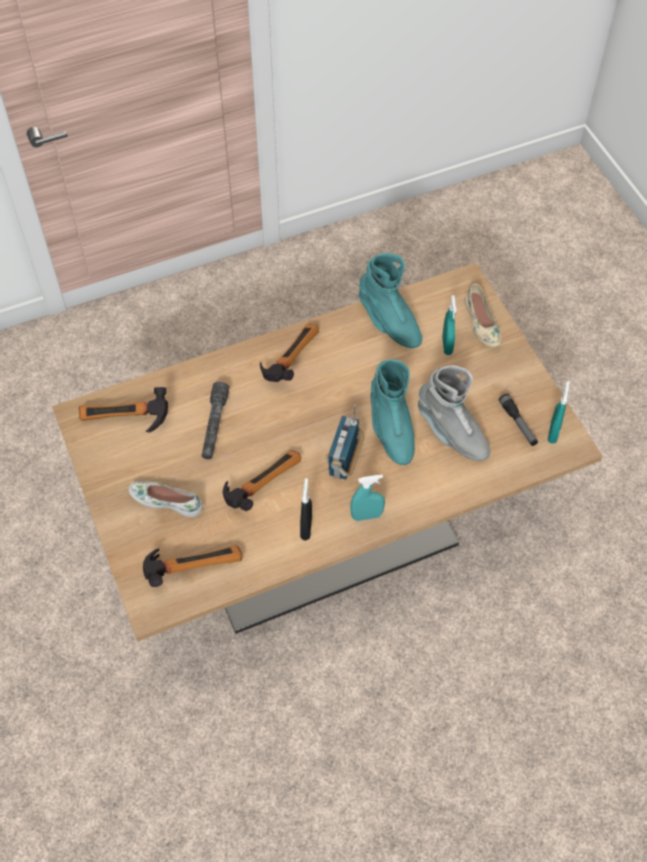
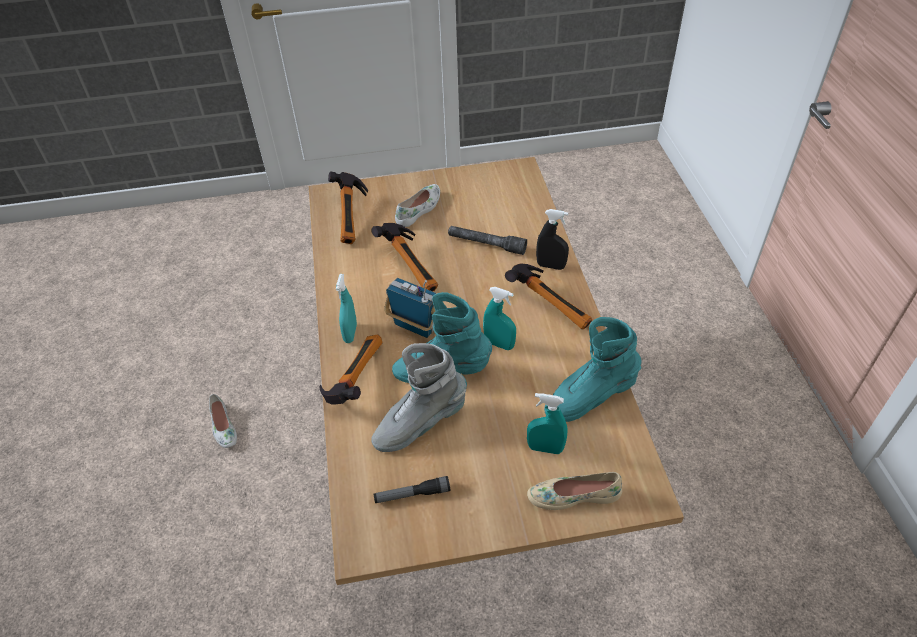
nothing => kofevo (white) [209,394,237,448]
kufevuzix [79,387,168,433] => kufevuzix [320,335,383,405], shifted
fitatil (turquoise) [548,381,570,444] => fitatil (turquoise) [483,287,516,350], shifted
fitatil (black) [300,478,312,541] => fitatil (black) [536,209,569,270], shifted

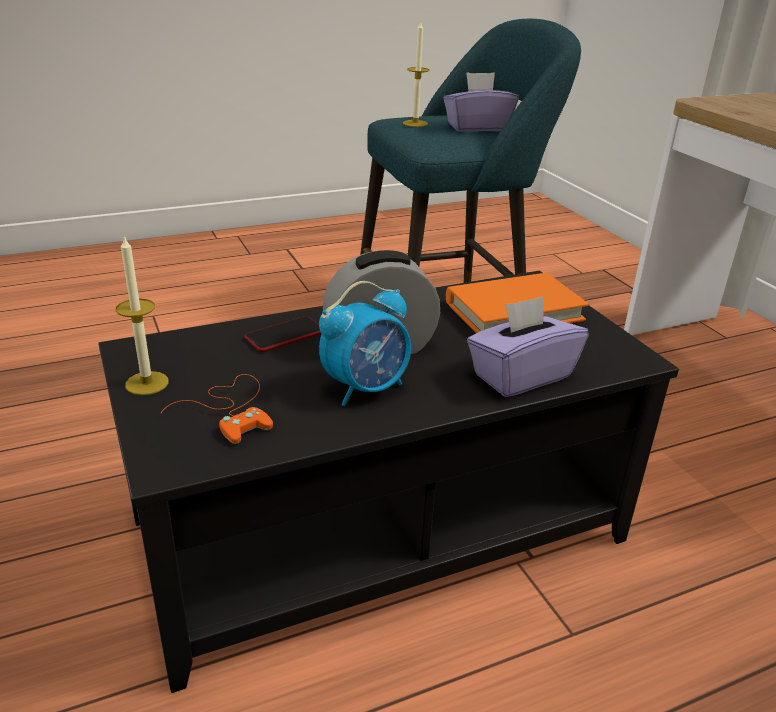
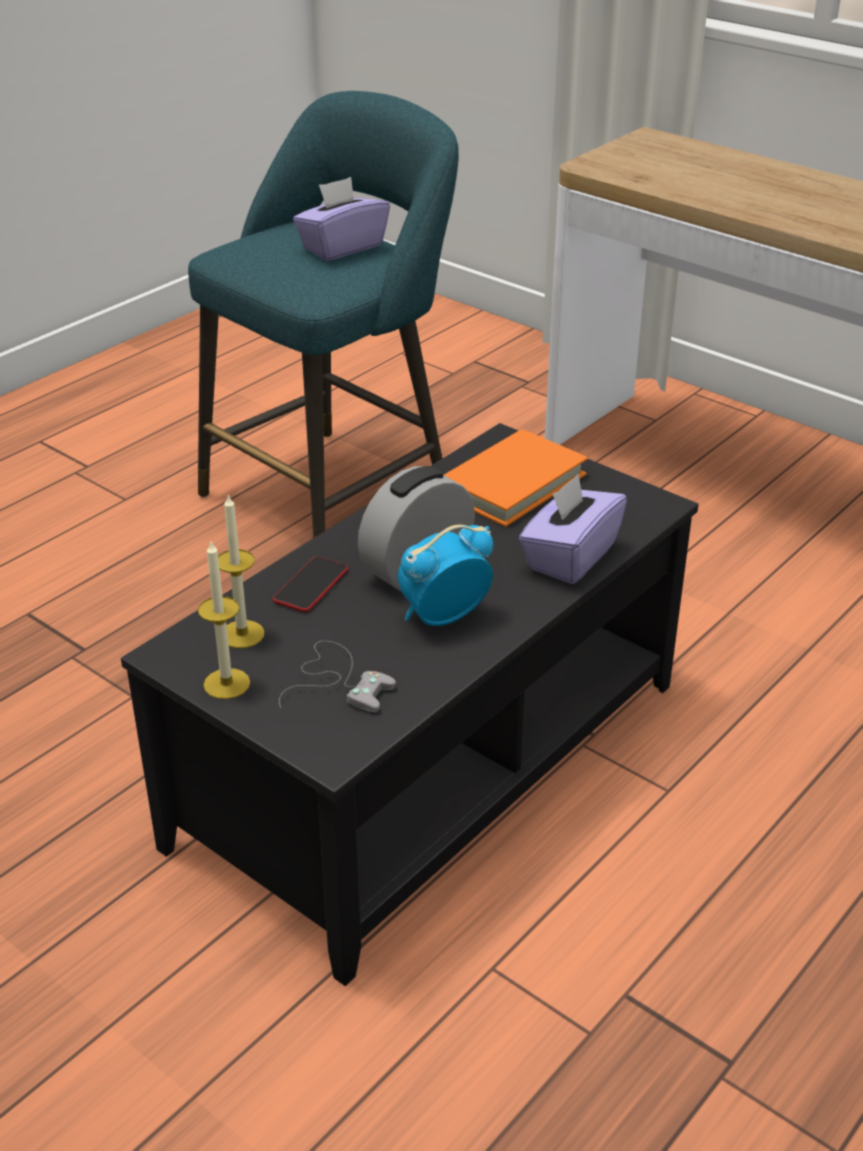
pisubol [403,22,429,127] => pisubol [218,493,264,648], shifted
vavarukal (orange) [161,374,273,444] => vavarukal (grey) [279,641,396,712]
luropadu [319,281,411,406] => luropadu [398,525,493,626], 150 degrees counterclockwise

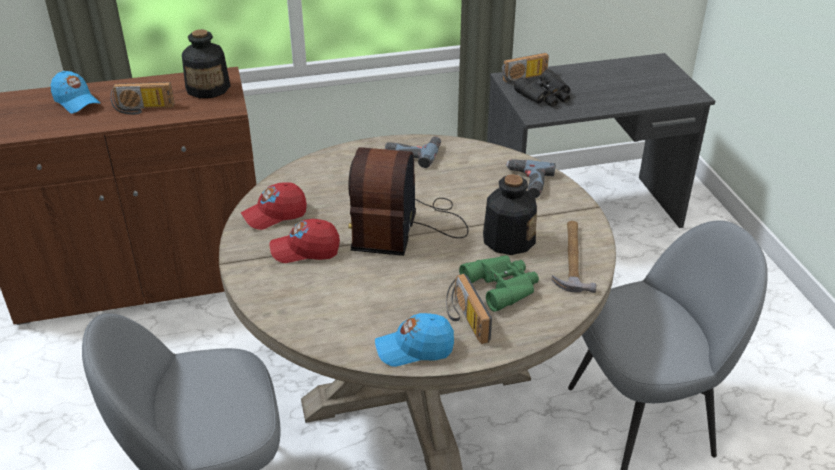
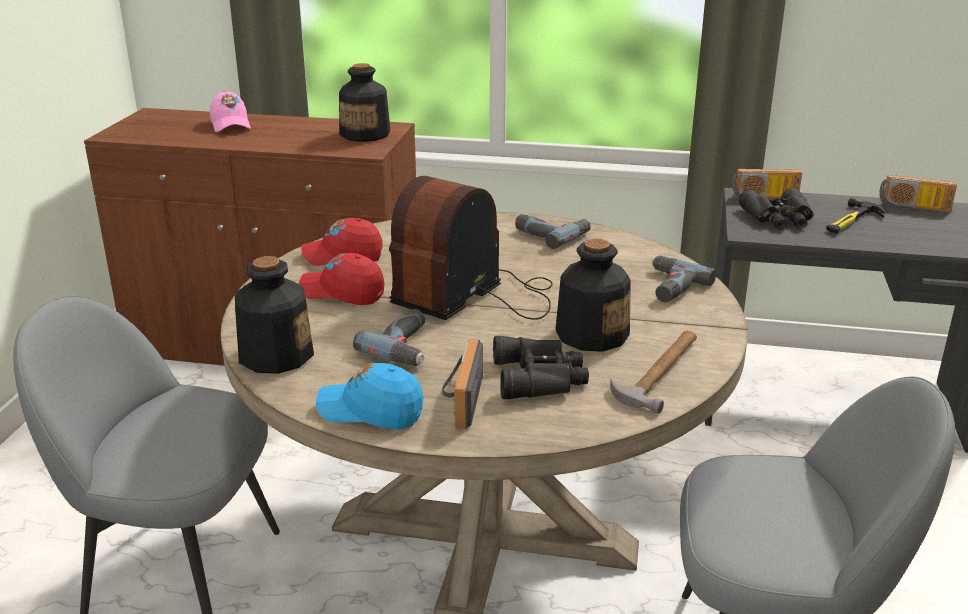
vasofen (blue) [51,71,100,113] => vasofen (pink) [210,90,251,132]
nothing => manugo [235,256,314,374]
nothing => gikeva [353,309,425,366]
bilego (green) [459,255,539,312] => bilego (black) [493,336,589,399]
nothing => kufevuzix [826,198,885,233]
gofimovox [110,82,175,115] => gofimovox [879,175,957,212], shifted

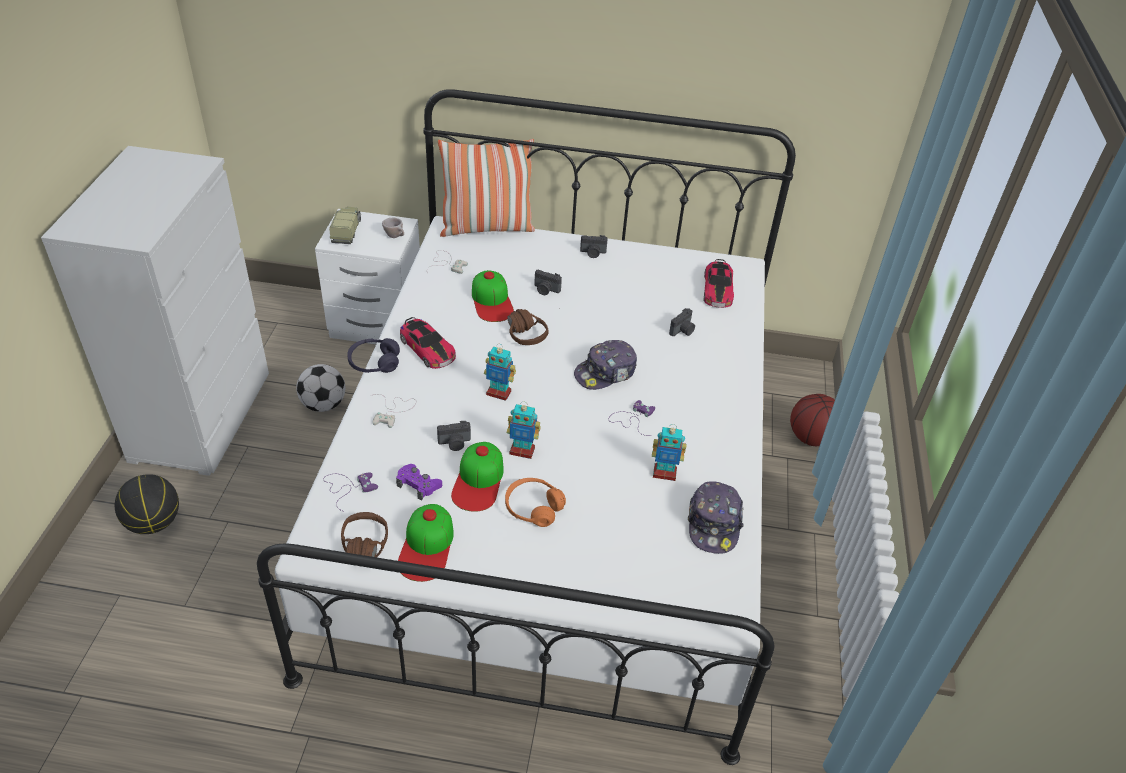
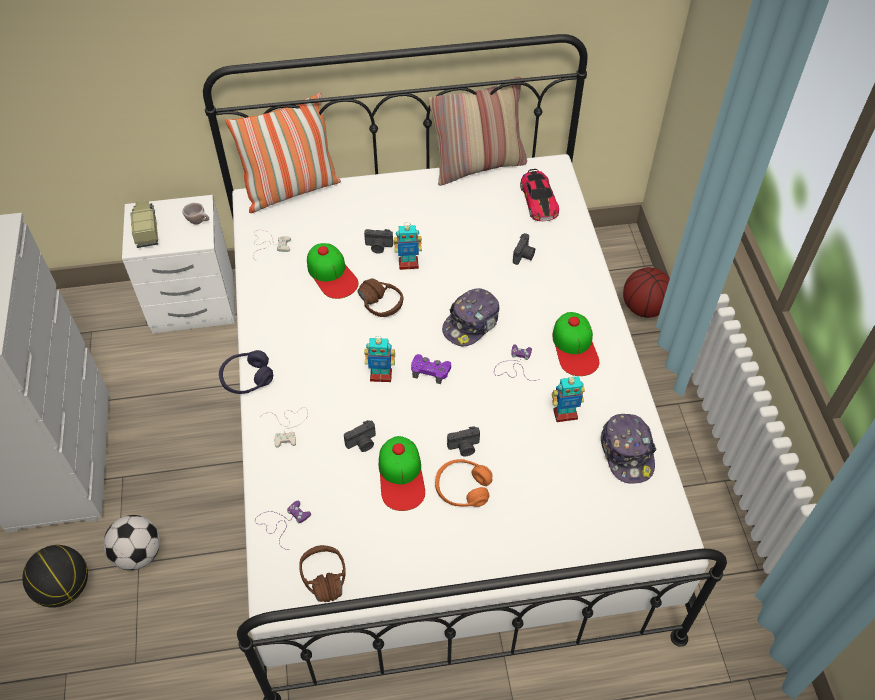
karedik [296,364,345,412] => karedik [103,515,160,570], shifted
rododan [507,401,541,459] => rododan [394,222,422,270], shifted
vavarukal (purple) [396,464,442,501] => vavarukal (purple) [411,354,451,384], shifted
nothing => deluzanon [429,76,527,186]
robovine [580,235,608,258] => robovine [447,426,480,456], shifted
vasofen [398,504,454,582] => vasofen [553,312,599,376], shifted
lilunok [400,317,456,369] => nothing

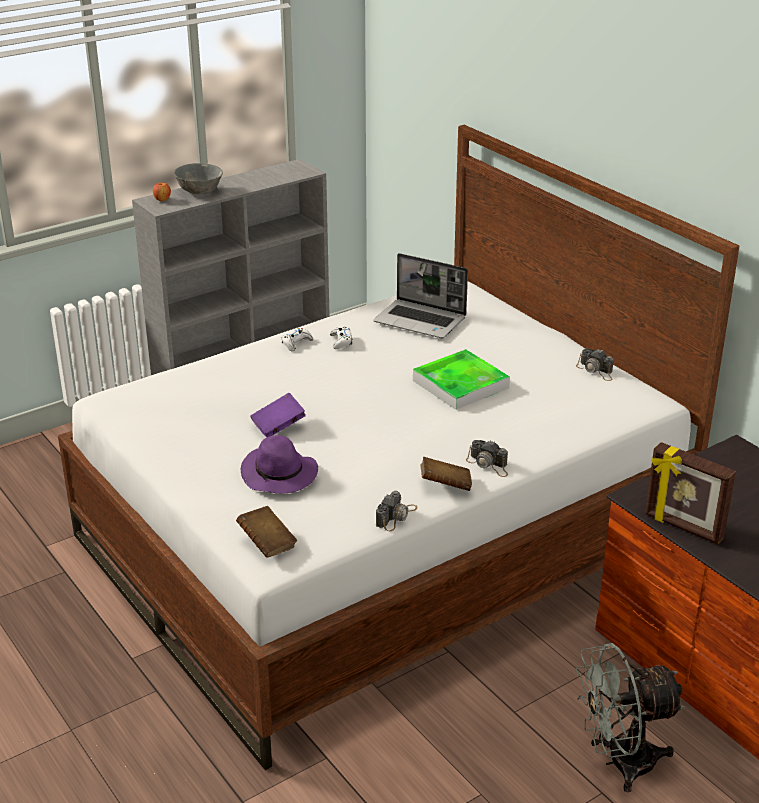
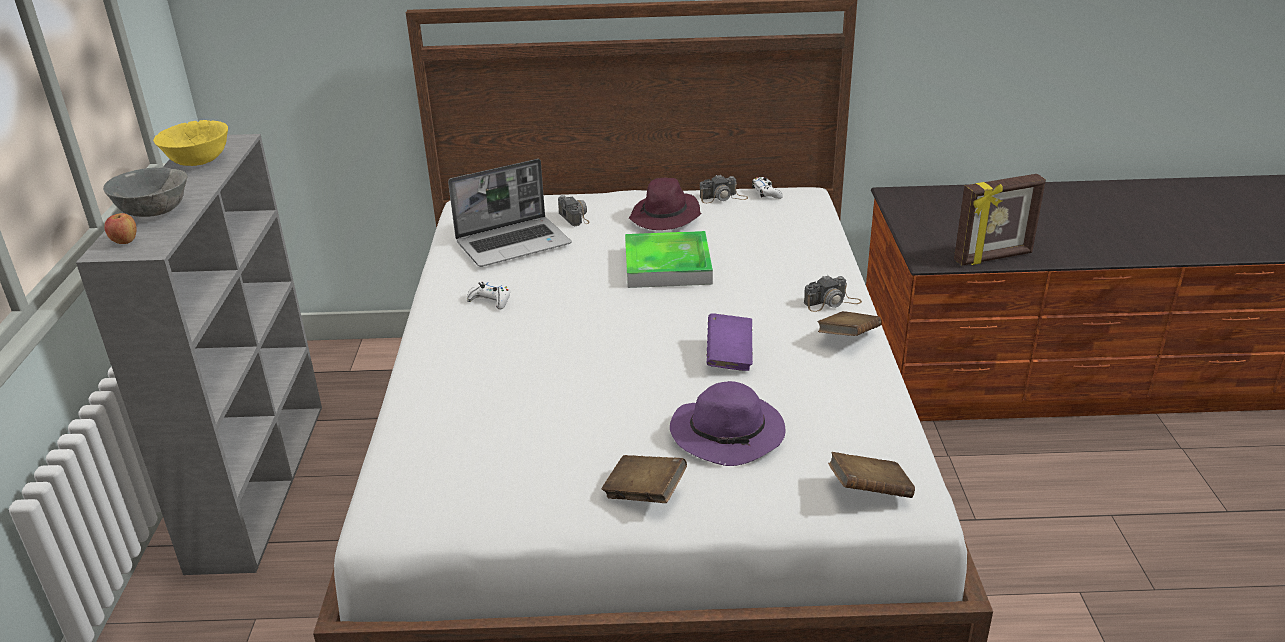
nothing => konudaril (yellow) [153,120,228,166]
robovine [376,491,417,531] => robovine [558,195,589,226], shifted
nothing => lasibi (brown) [602,455,687,503]
nothing => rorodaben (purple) [629,178,701,230]
lasibi (purple) [250,393,306,438] => lasibi (purple) [707,313,753,371], shifted
vavarukal (white) [281,328,313,351] => vavarukal (white) [752,177,783,199], shifted
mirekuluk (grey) [575,643,685,792] => nothing

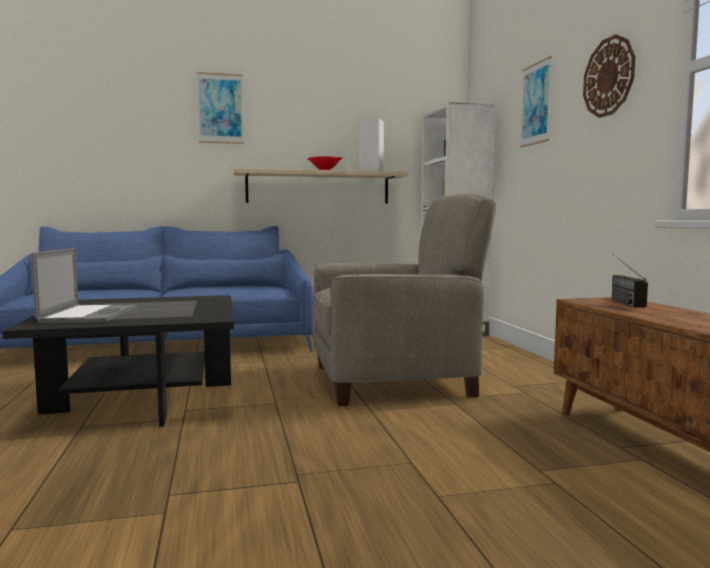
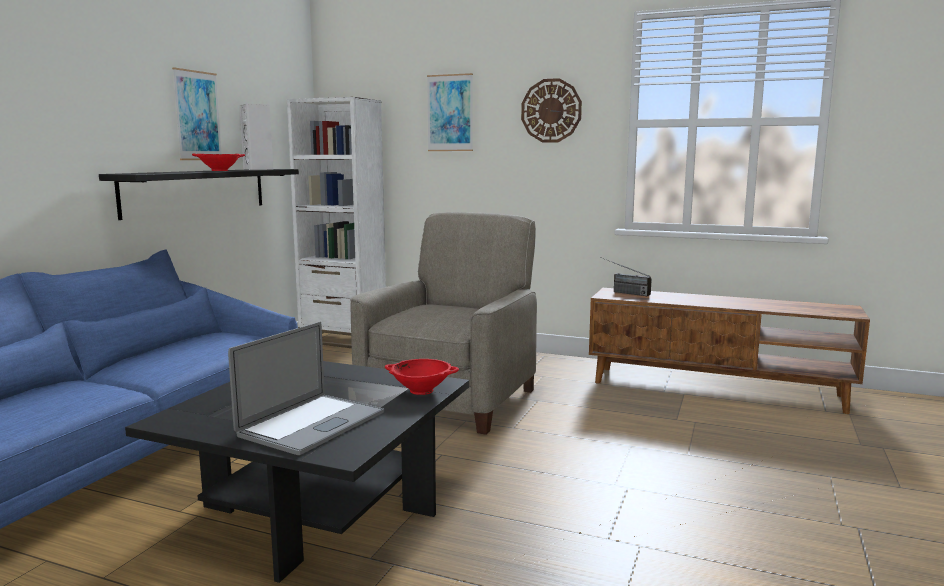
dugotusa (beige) [233,168,408,204] => dugotusa (black) [99,169,299,220]
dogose [197,72,244,144] => dogose [172,67,221,160], shifted
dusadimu [31,248,137,323] => dusadimu [228,322,384,455], 90 degrees clockwise
nothing => konudaril (red) [385,359,459,395]

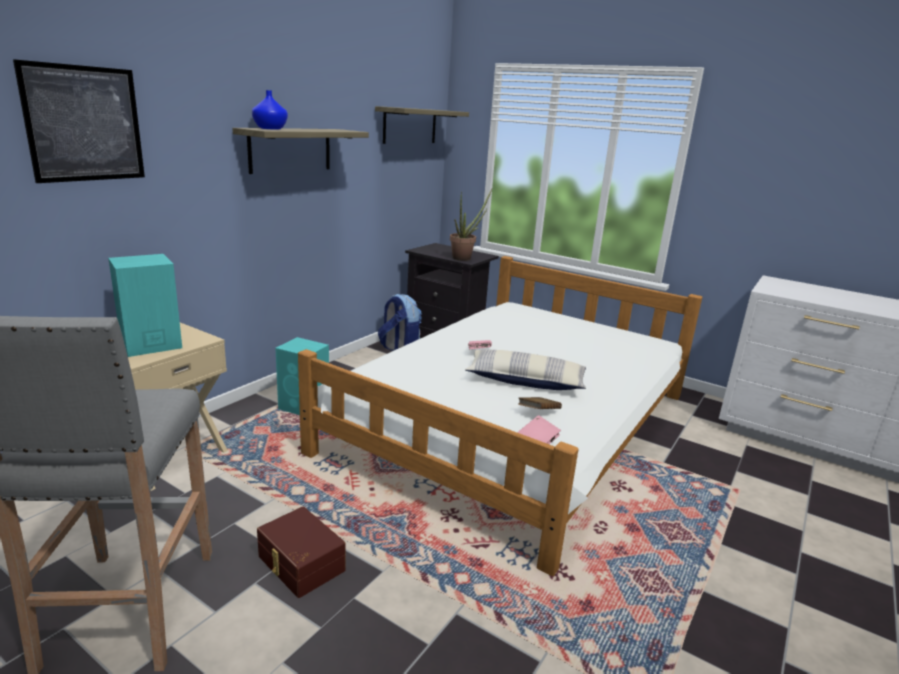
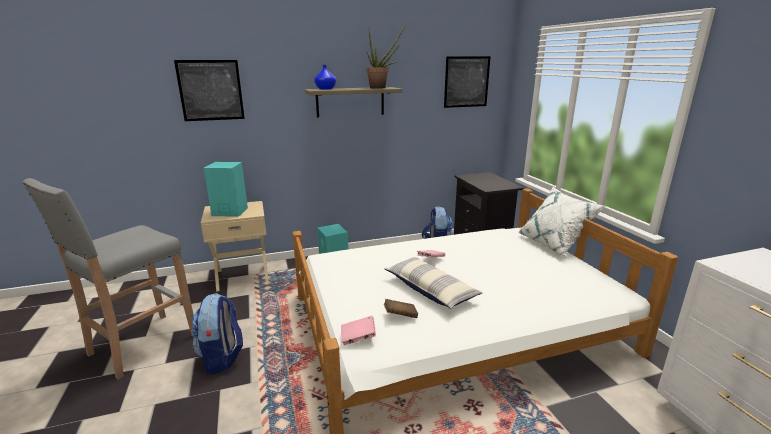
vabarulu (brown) [257,506,345,598] => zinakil [192,293,243,375]
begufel [450,189,492,261] => begufel [366,24,406,89], shifted
dugotusa [375,106,469,144] => dogose [444,56,491,108]
nothing => deluzanon (white) [519,187,605,259]

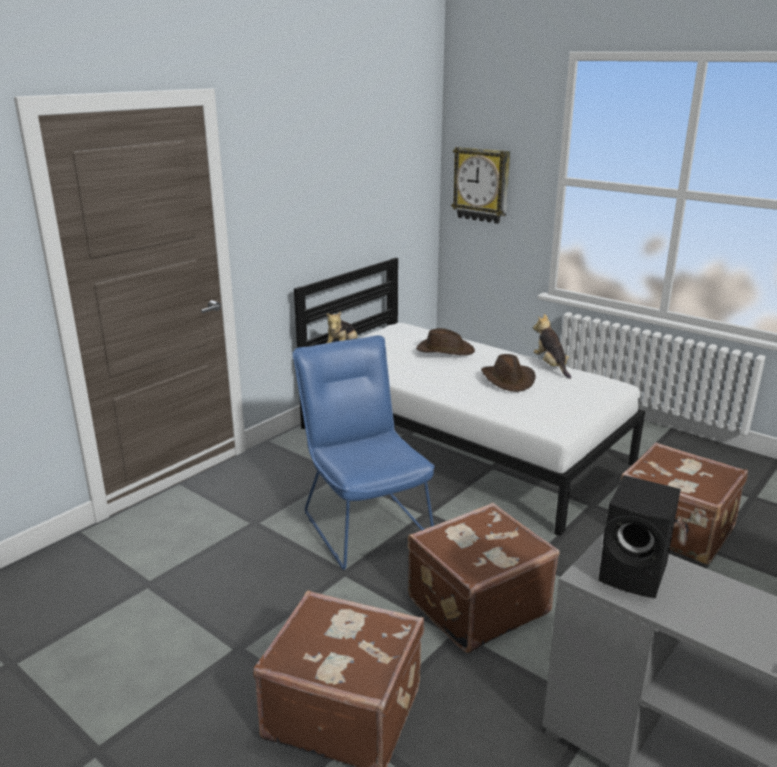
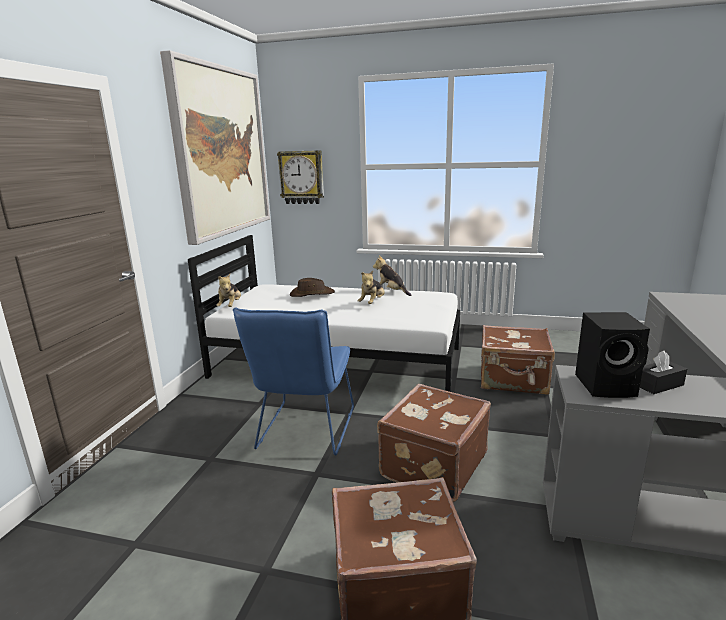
nothing => dogose [160,50,270,245]
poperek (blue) [293,336,435,570] => poperek (blue) [233,308,354,455], 120 degrees counterclockwise
rorodaben (brown) [481,354,536,392] => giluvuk [358,271,385,304]
nothing => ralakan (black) [640,351,687,394]

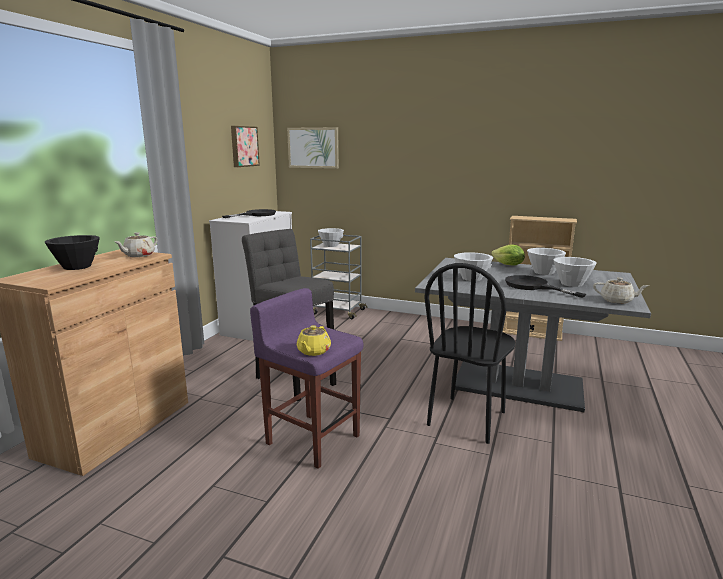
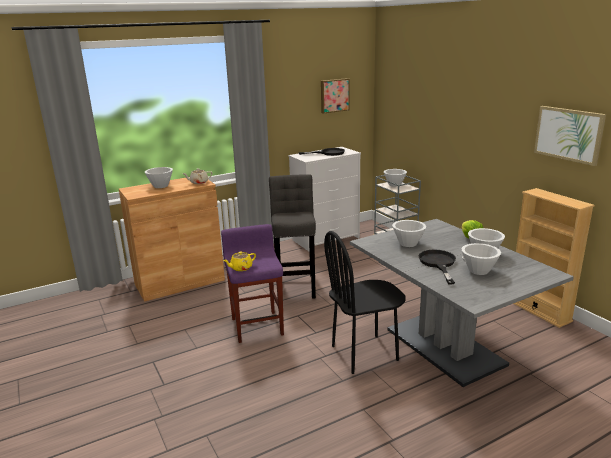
konudaril (black) [45,235,100,270] => konudaril (white) [145,167,173,188]
dogose [287,127,339,169] => dogose [534,106,606,166], shifted
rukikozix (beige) [593,277,649,304] => nothing

